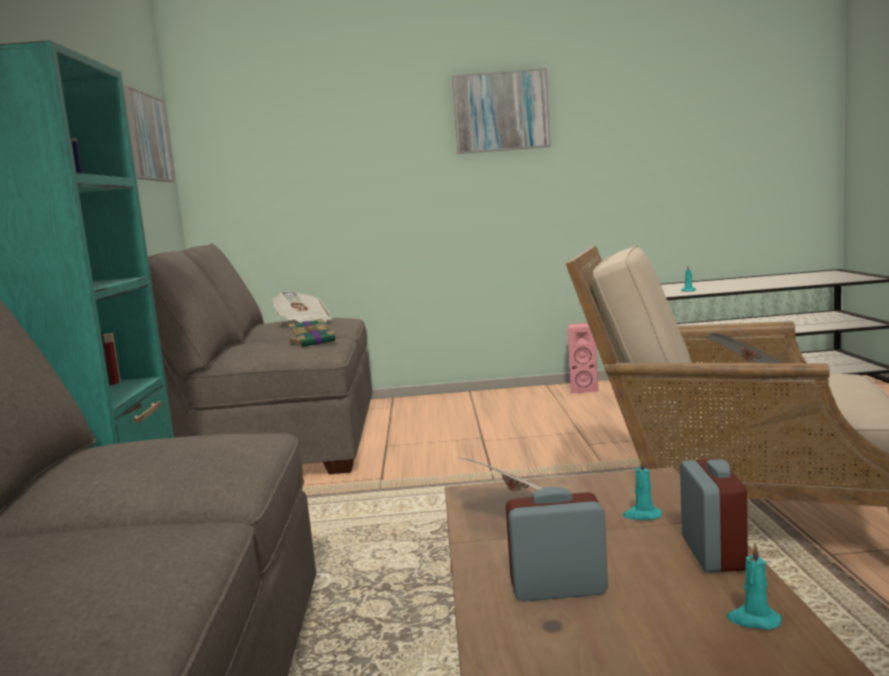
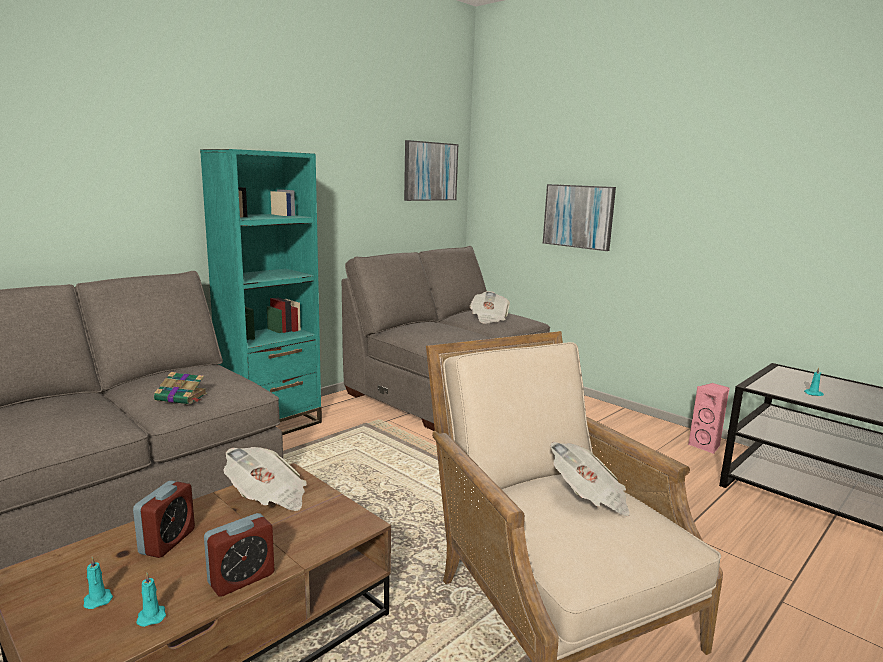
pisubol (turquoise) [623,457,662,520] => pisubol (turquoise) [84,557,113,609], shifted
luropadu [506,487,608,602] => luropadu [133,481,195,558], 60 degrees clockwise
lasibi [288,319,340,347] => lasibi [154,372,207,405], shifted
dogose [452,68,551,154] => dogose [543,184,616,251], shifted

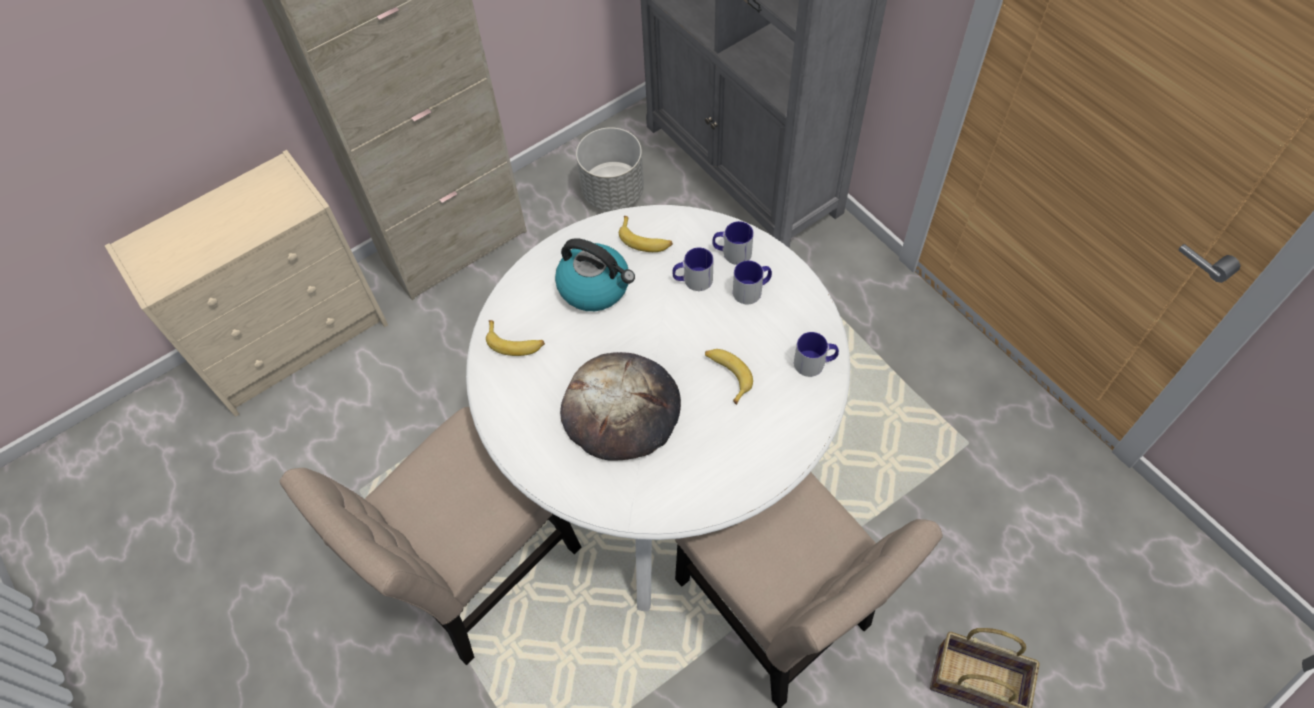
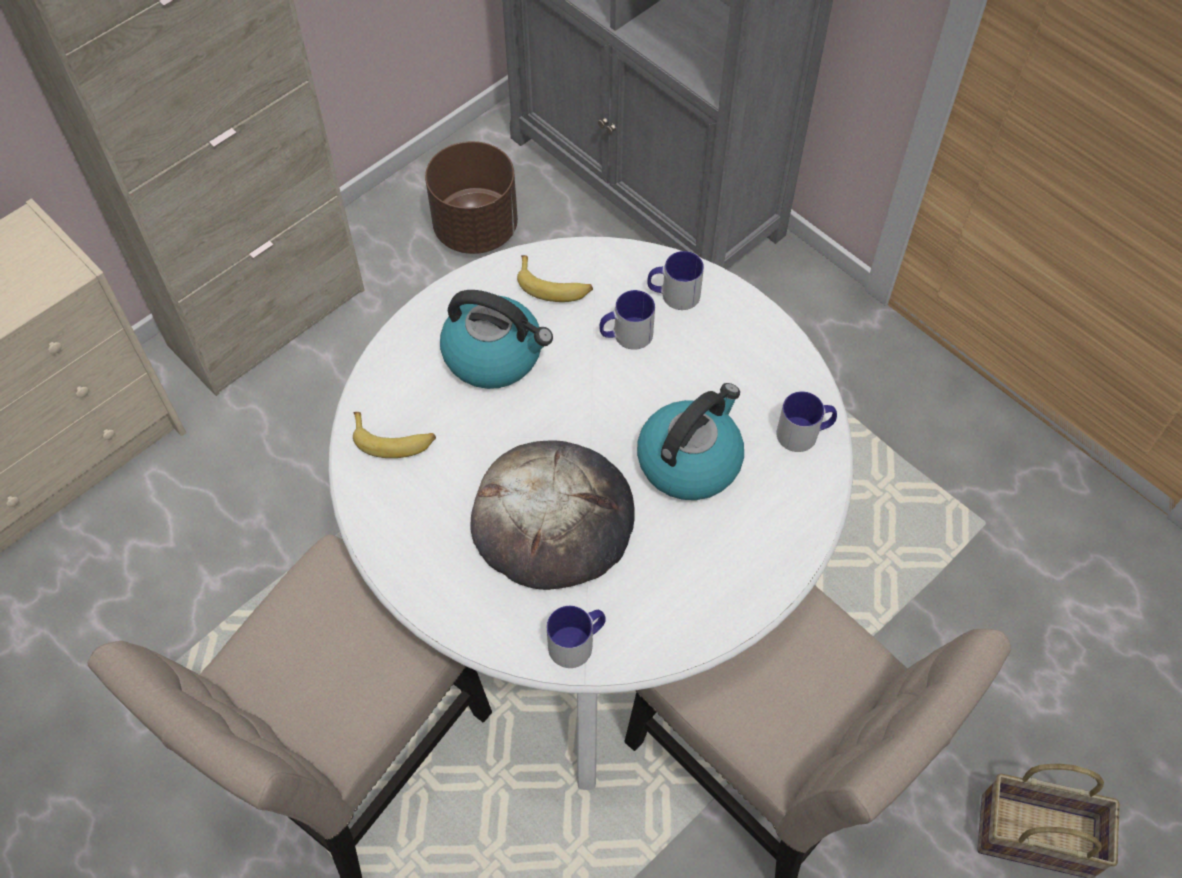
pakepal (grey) [576,127,644,211] => pakepal (brown) [425,141,518,254]
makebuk [733,261,772,304] => makebuk [547,606,606,668], shifted
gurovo [705,349,753,405] => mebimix [637,383,744,500]

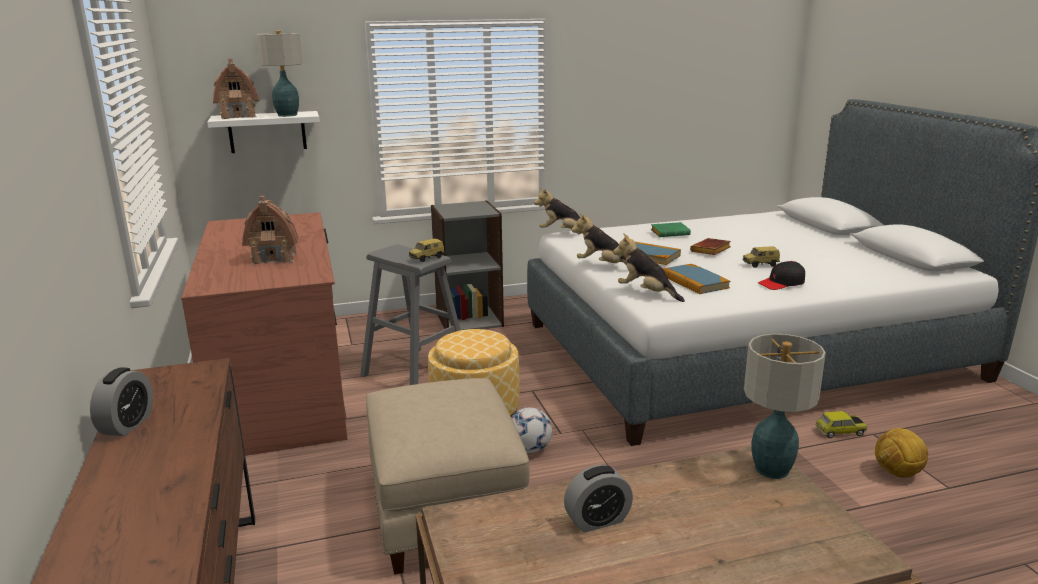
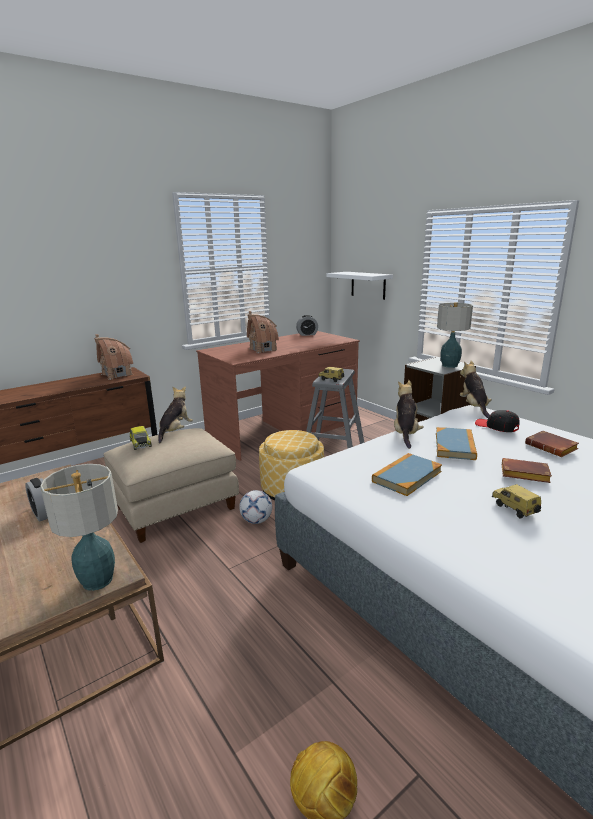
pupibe [213,58,259,119] => pupibe [94,334,133,380], shifted
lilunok [815,411,868,438] => lilunok [130,426,152,450], shifted
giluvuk [613,233,685,302] => giluvuk [158,386,193,443], shifted
luropadu [90,368,153,436] => luropadu [296,315,318,336], shifted
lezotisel [257,30,303,117] => lezotisel [437,302,473,368], shifted
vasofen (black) [758,261,805,290] => vasofen (black) [475,410,520,432], shifted
lasibi (green) [651,222,691,237] => lasibi (brown) [525,431,579,457]

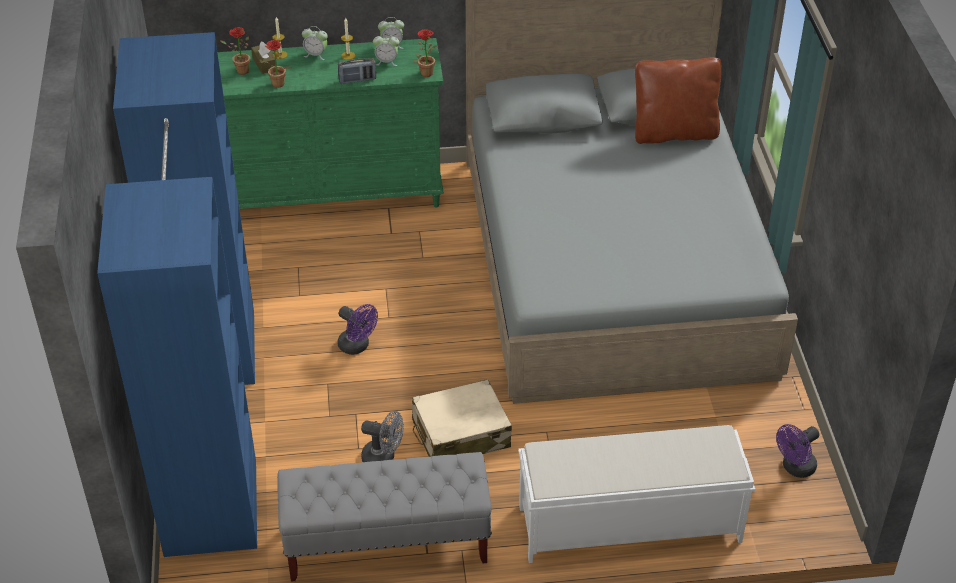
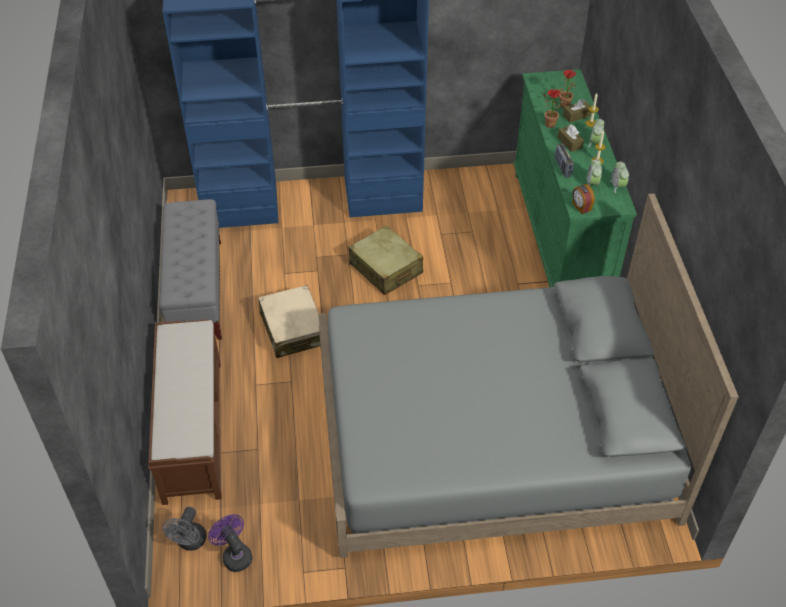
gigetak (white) [518,425,755,563] => gigetak (brown) [148,320,222,505]
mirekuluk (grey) [361,411,404,462] => mirekuluk (grey) [162,507,207,550], shifted
mirekuluk (purple) [337,304,378,355] => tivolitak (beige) [348,225,423,295]
nothing => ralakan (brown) [557,124,584,152]
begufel [413,29,436,77] => luropadu [573,184,595,214]
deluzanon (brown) [635,57,722,144] => nothing

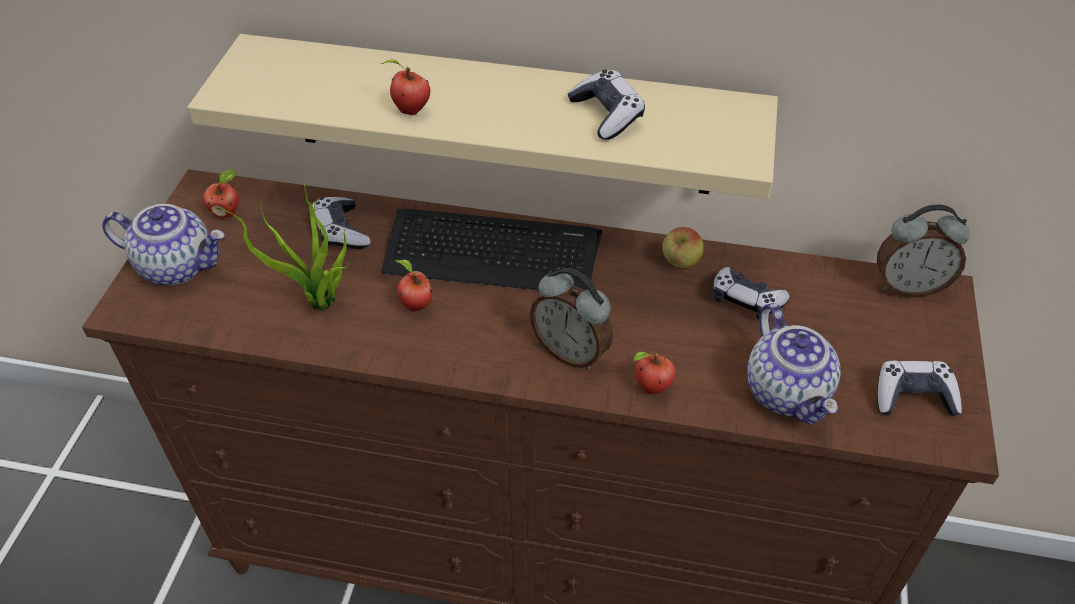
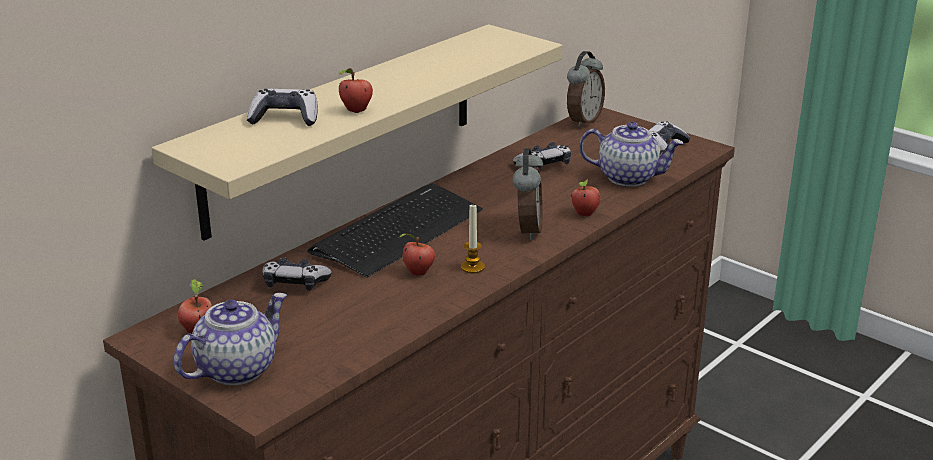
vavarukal [567,70,645,140] => vavarukal [247,88,318,126], shifted
nothing => pisubol [461,205,485,273]
luropadu [530,268,613,369] => luropadu [512,148,543,240], 60 degrees counterclockwise
begufel [219,181,349,312] => nothing
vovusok [662,227,704,268] => nothing

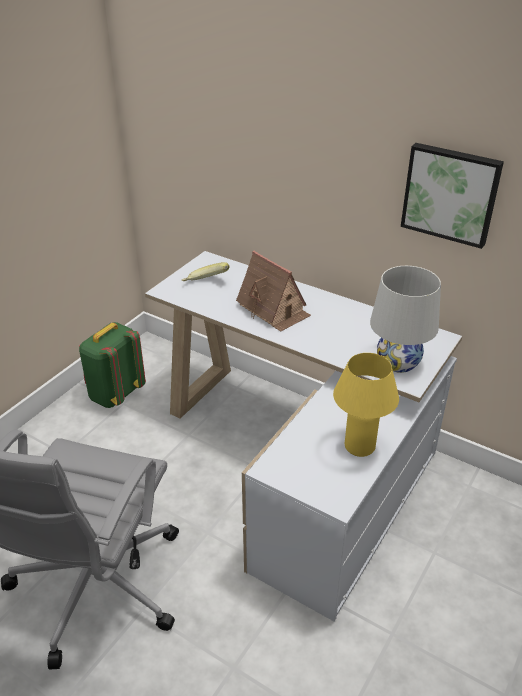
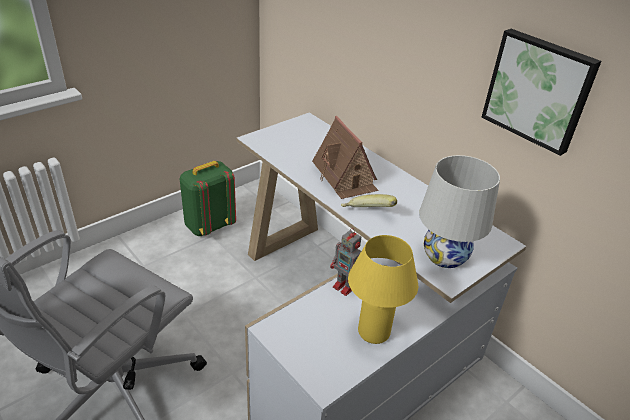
nothing => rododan [330,228,361,296]
gurovo [182,262,230,281] => gurovo [341,194,397,207], shifted

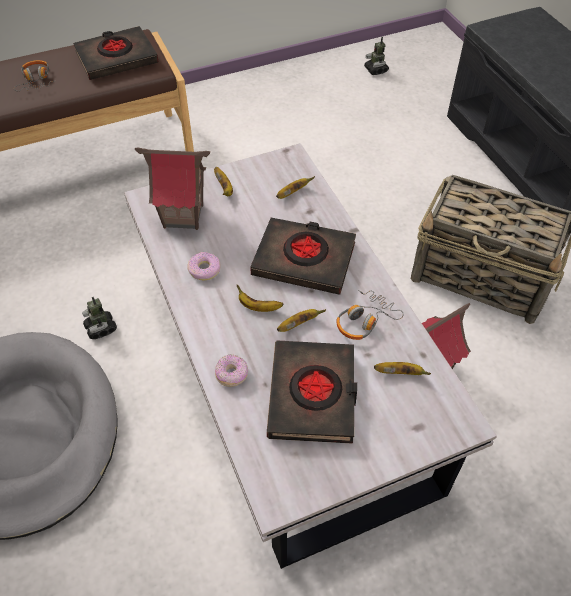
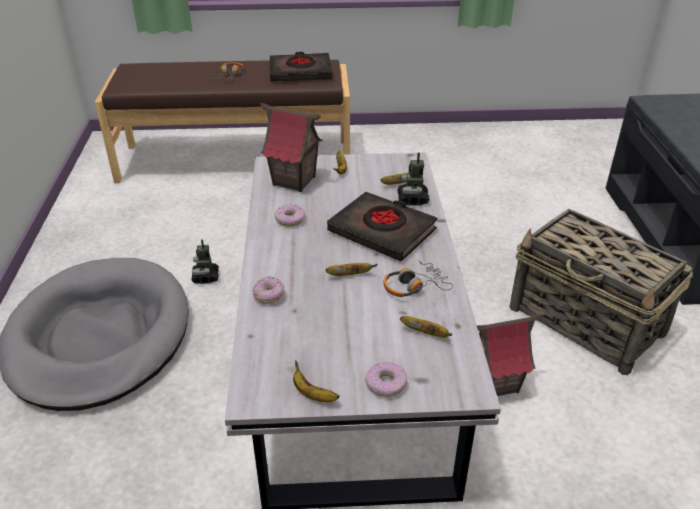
gurovo [237,285,283,312] => gurovo [293,360,339,402], shifted
nothing => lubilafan [365,362,407,397]
rododan [364,37,389,75] => rododan [398,152,429,206], shifted
lasibi (black) [267,340,357,444] => nothing

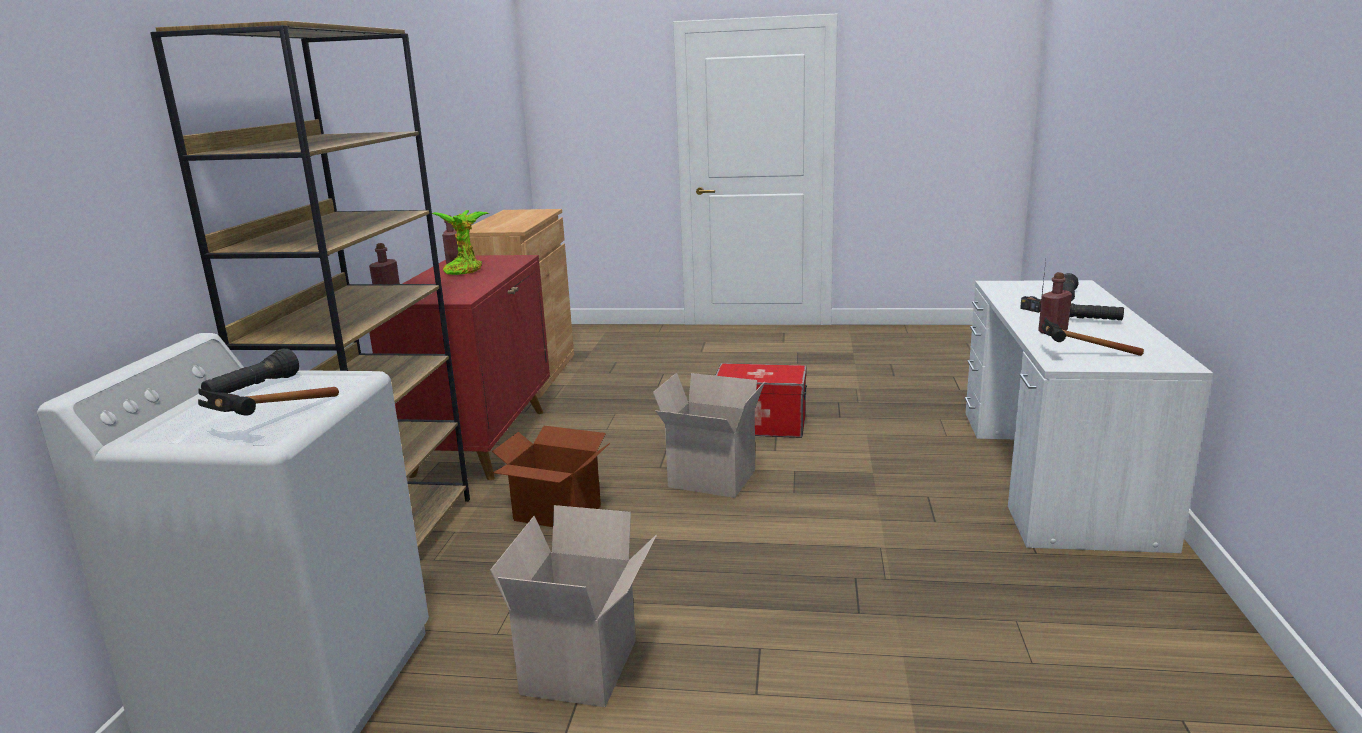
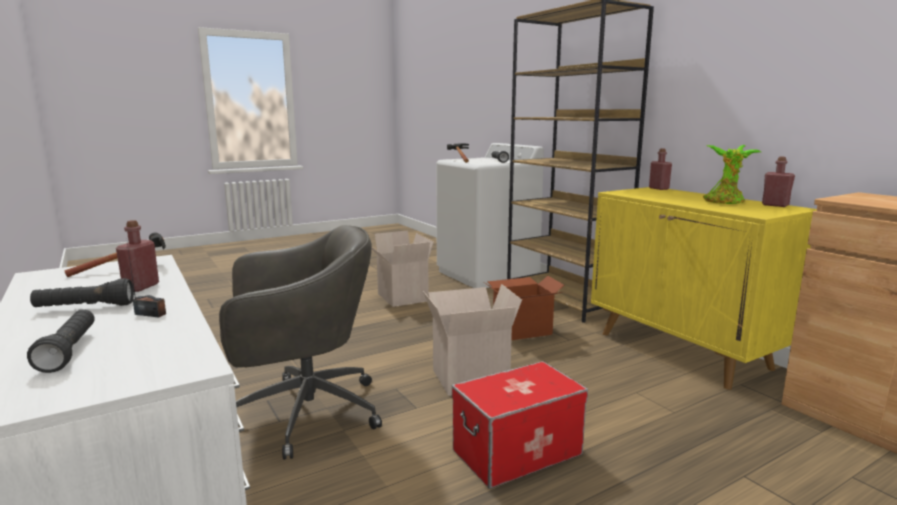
nothing => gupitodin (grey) [219,225,382,460]
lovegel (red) [369,255,550,480] => lovegel (yellow) [591,187,817,390]

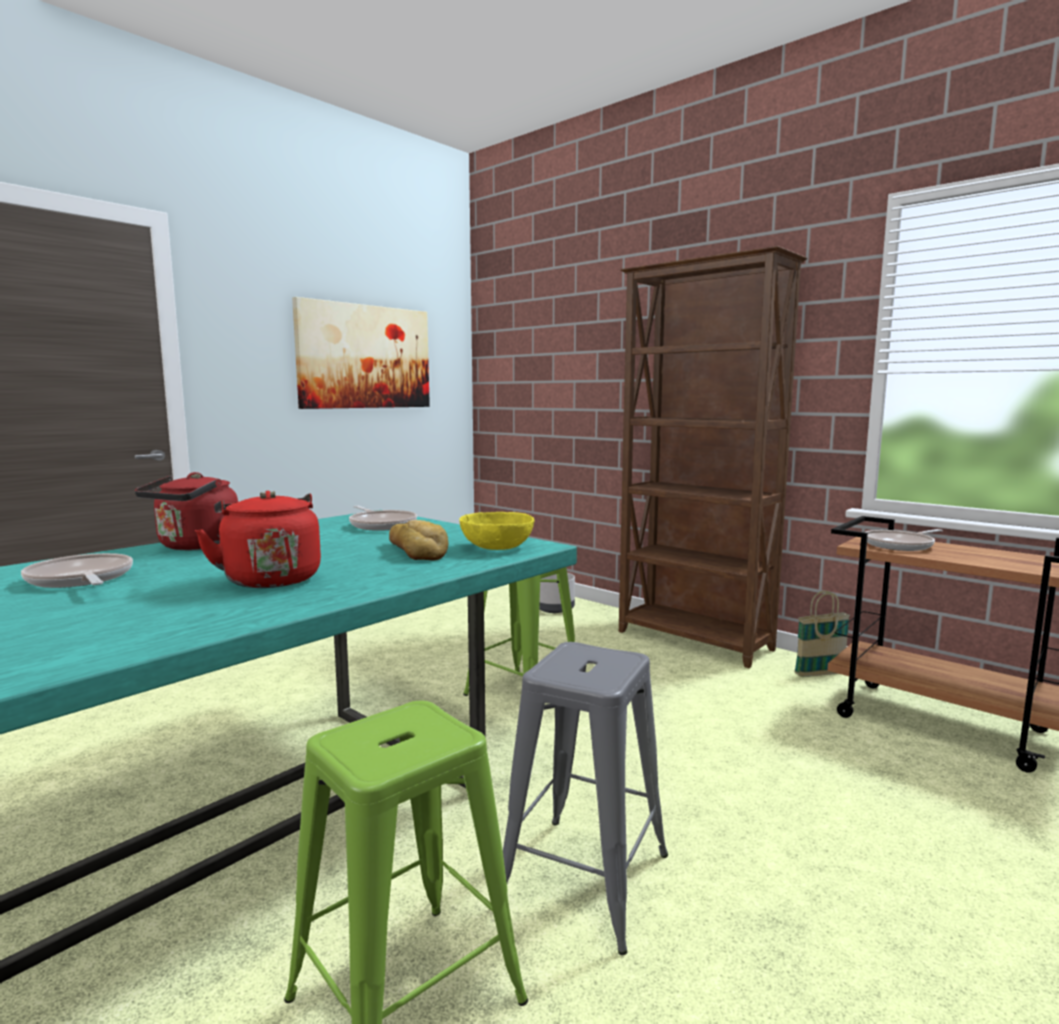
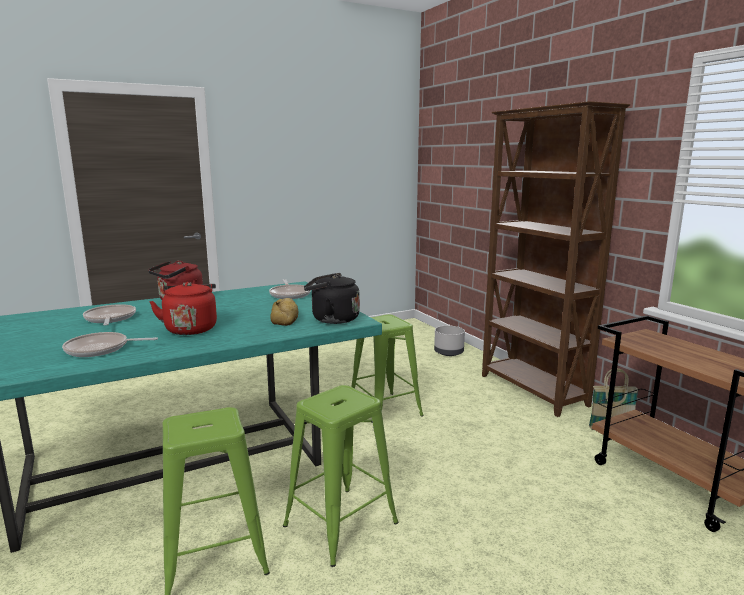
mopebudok [866,529,943,551] => mopebudok [62,332,158,357], shifted
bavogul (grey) [503,642,668,955] => bavogul (green) [283,385,399,567]
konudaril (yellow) [459,512,534,550] => mebimix (black) [304,273,360,324]
dogose [292,297,430,409] => nothing

